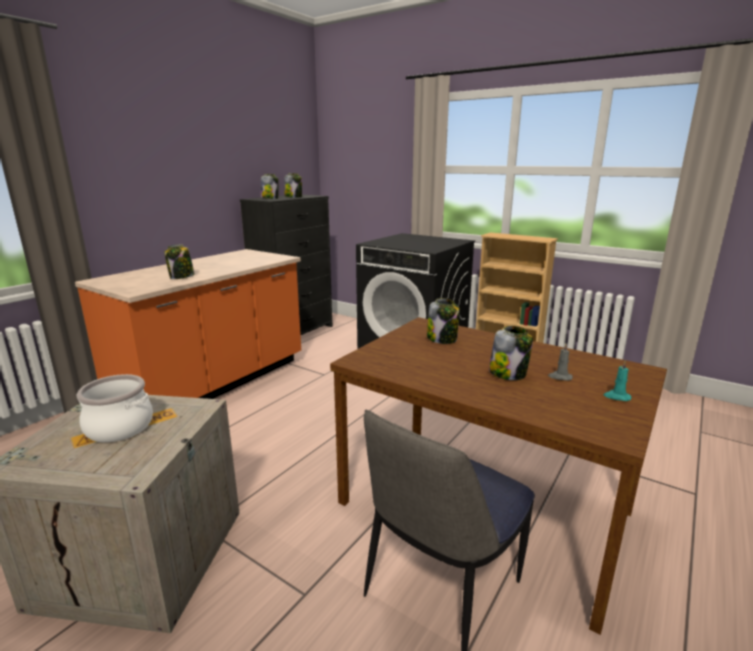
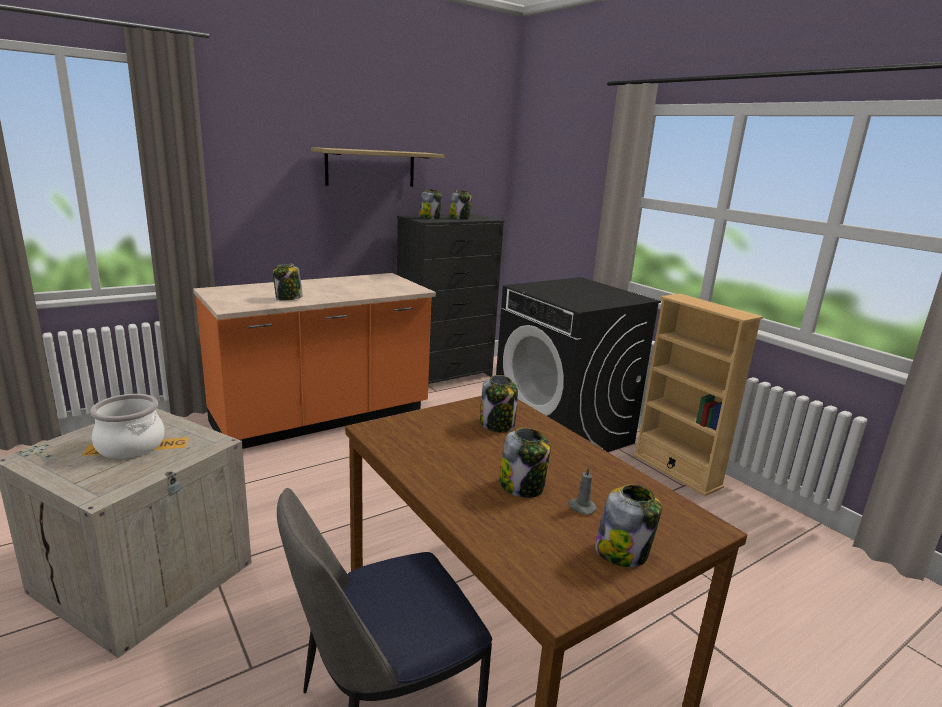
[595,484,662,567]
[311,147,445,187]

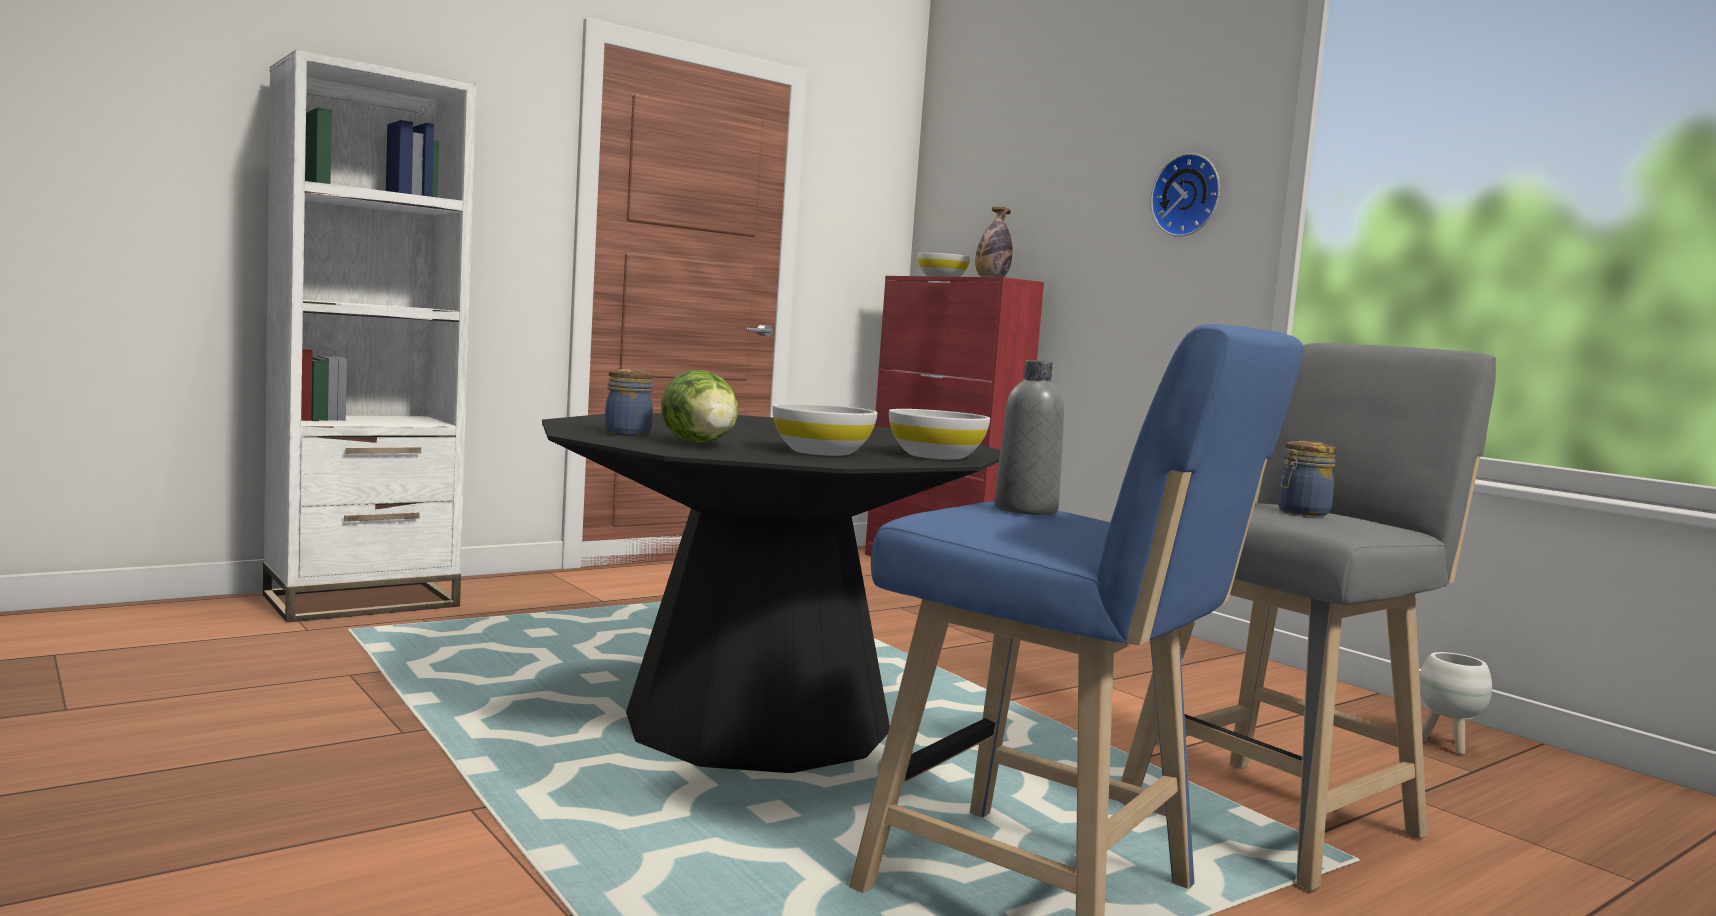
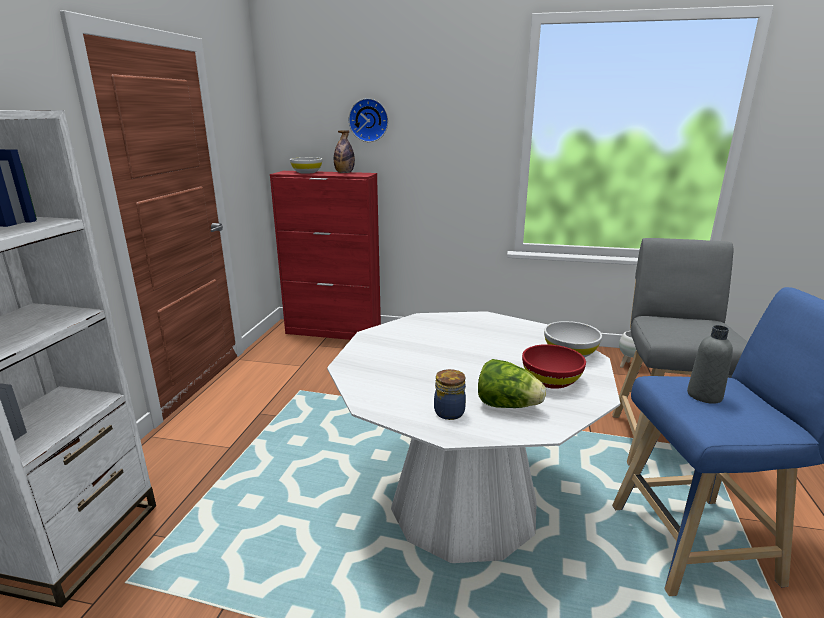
[349,98,388,142]
[522,344,586,389]
[327,311,620,563]
[1277,441,1336,516] (first image)

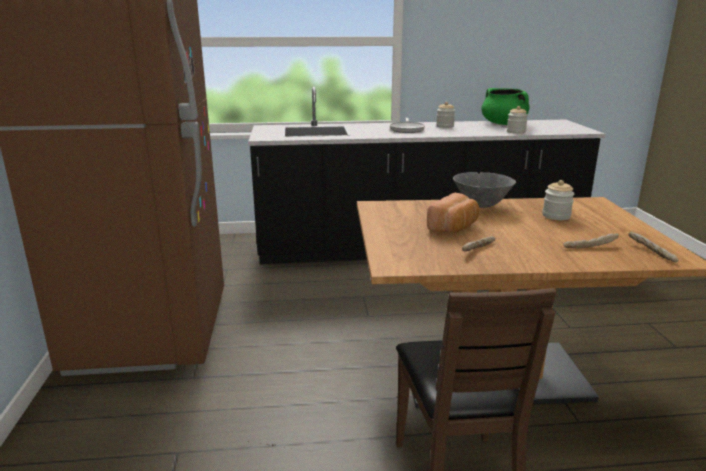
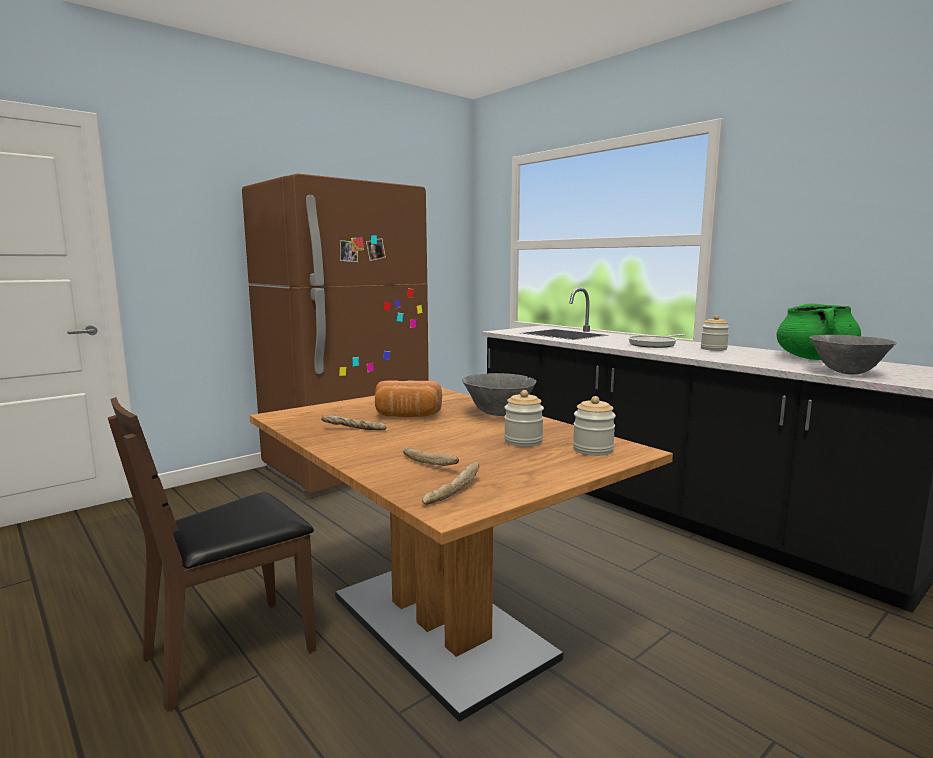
[573,396,616,456]
[809,335,897,375]

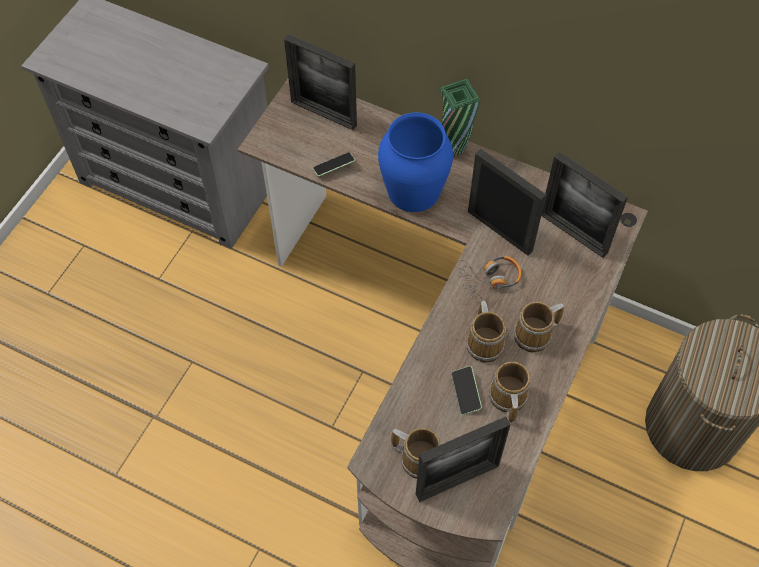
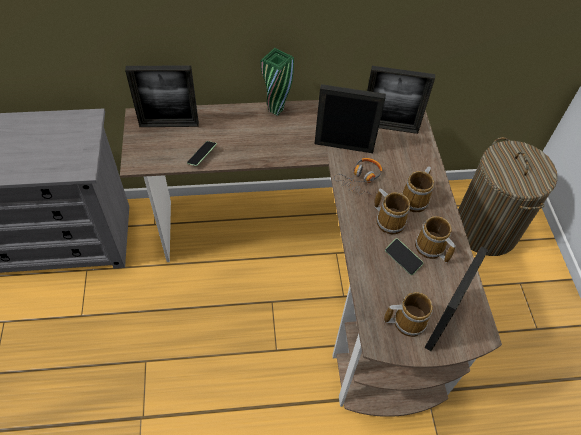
[378,112,453,212] (first image)

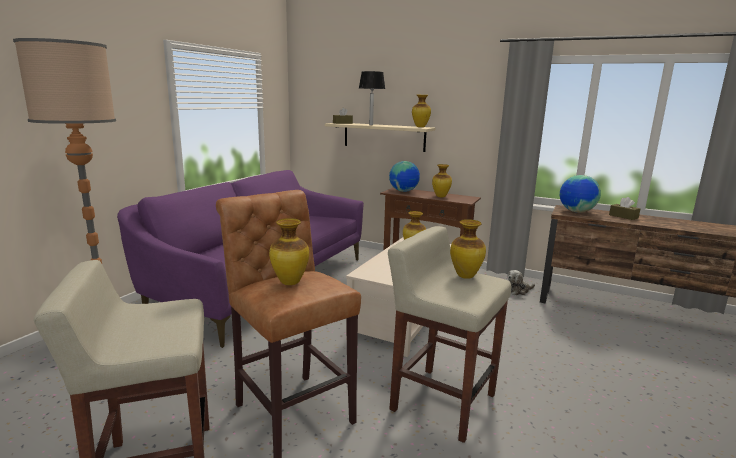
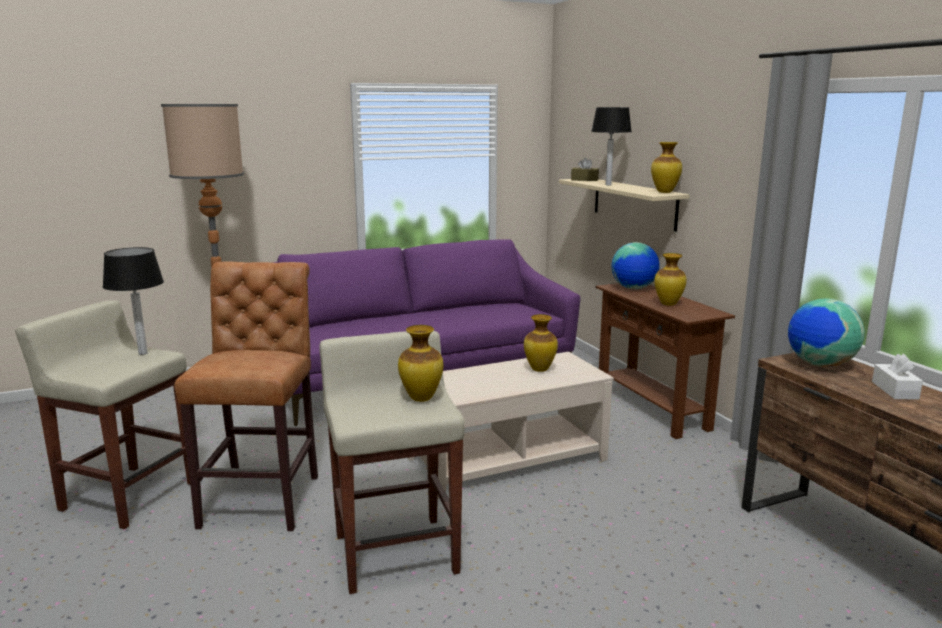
[872,354,923,400]
[269,218,309,285] (first image)
[507,270,535,295] (first image)
[103,247,164,355]

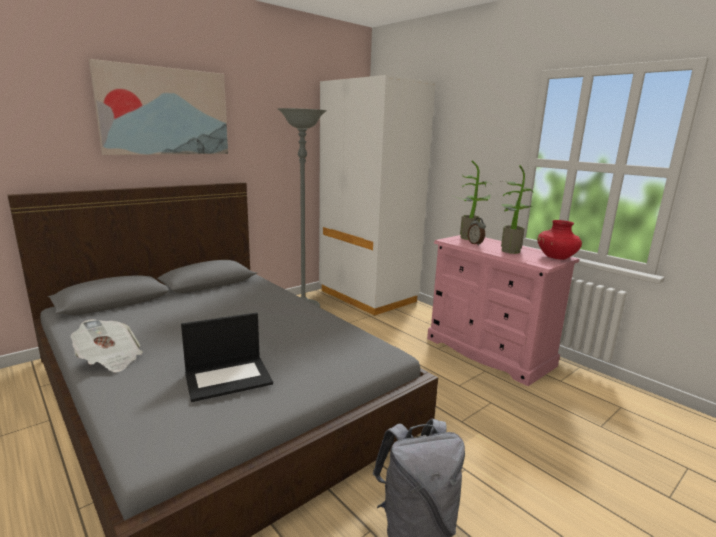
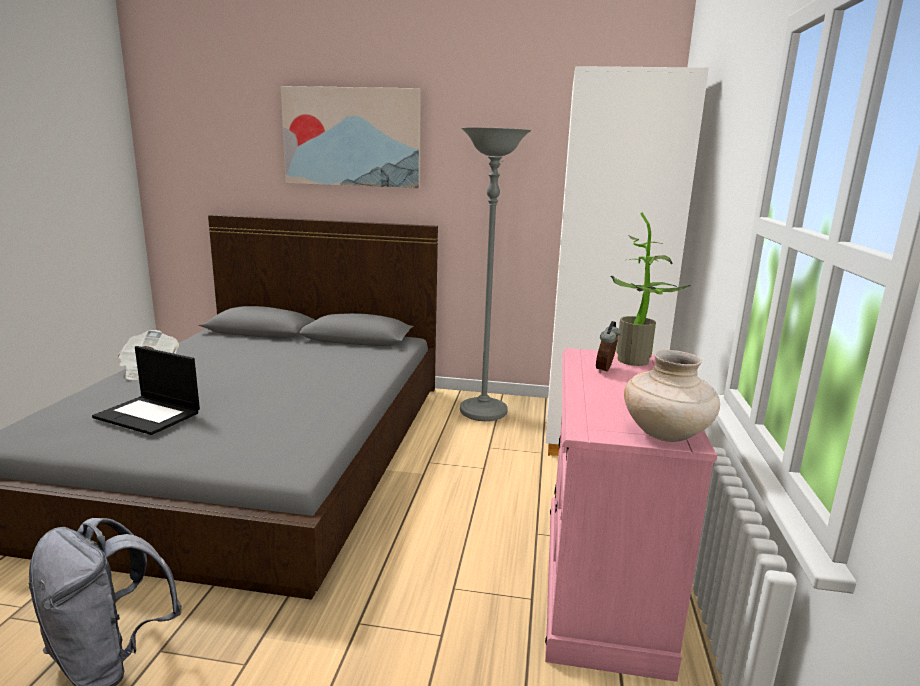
[501,165,534,254] (first image)
[624,350,720,442]

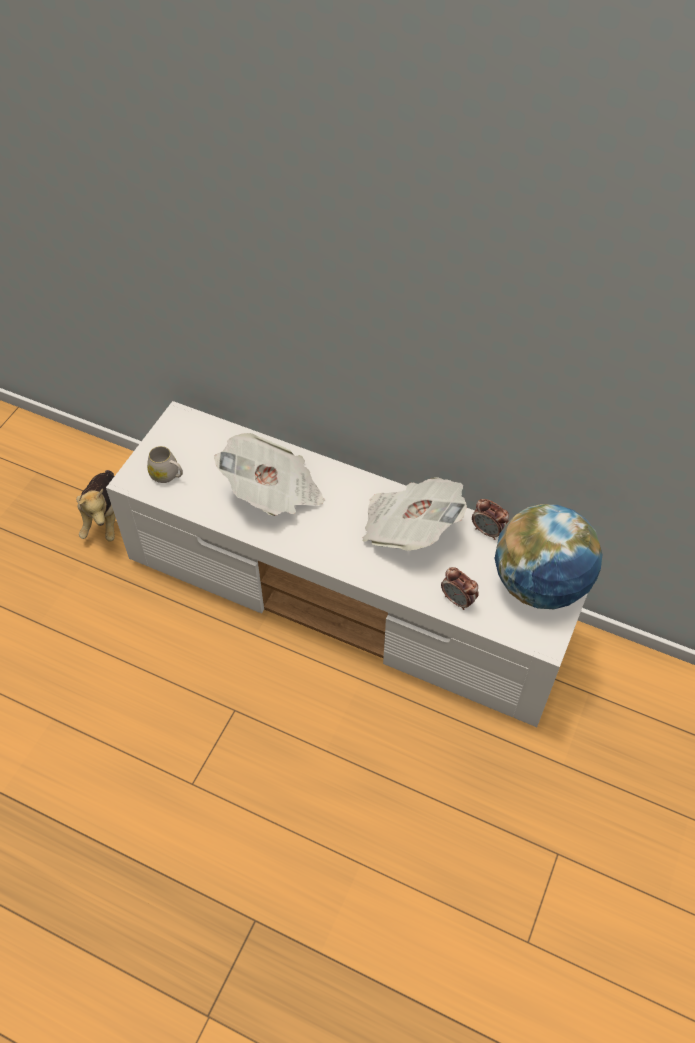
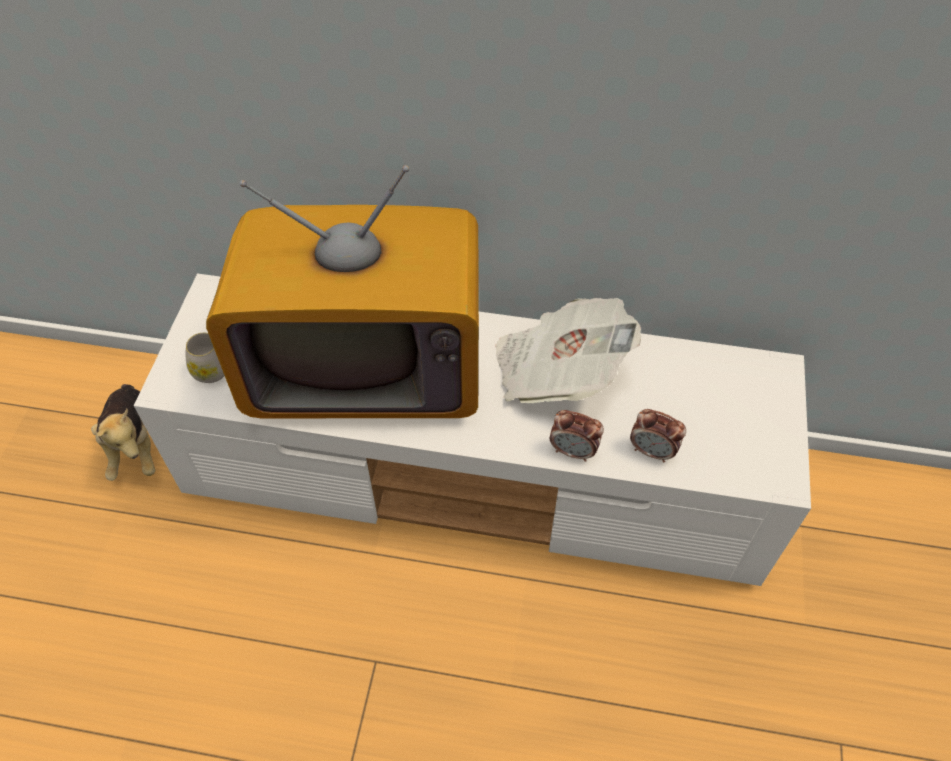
[206,165,479,418]
[550,410,604,462]
[494,504,603,609] (first image)

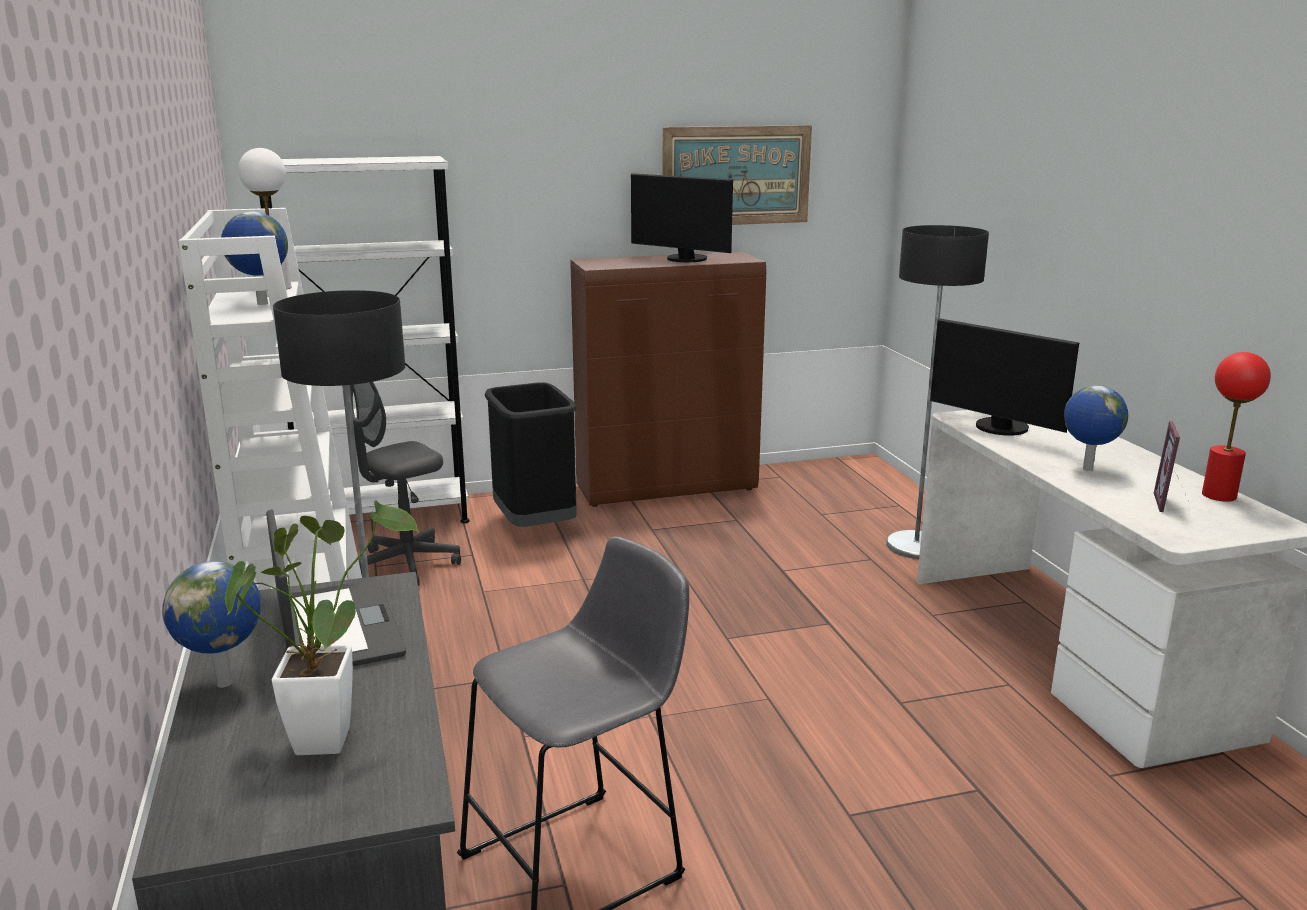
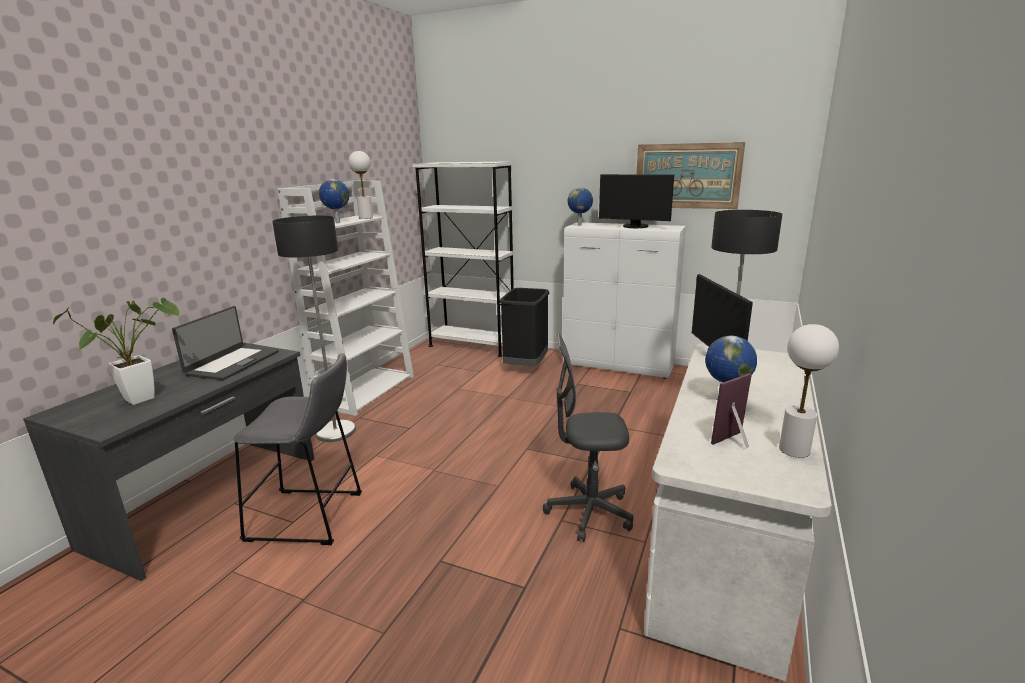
[599,174,674,228]
[563,222,686,379]
[779,324,839,458]
[543,333,633,542]
[568,187,593,226]

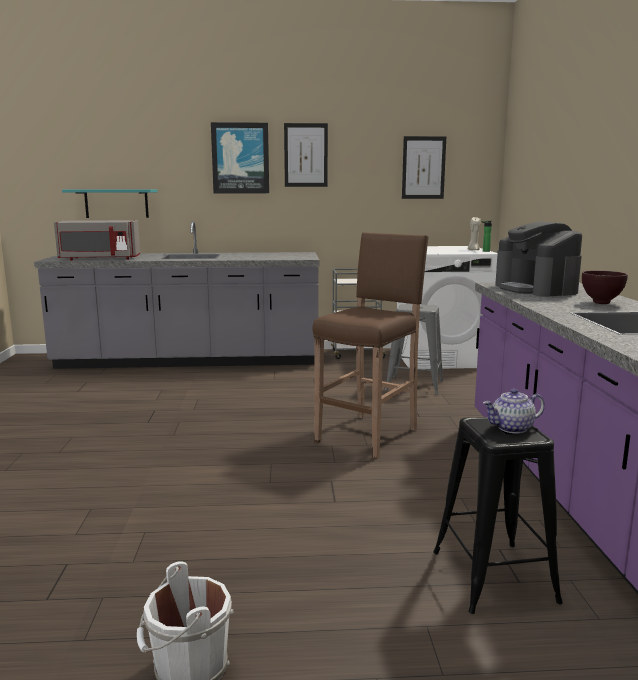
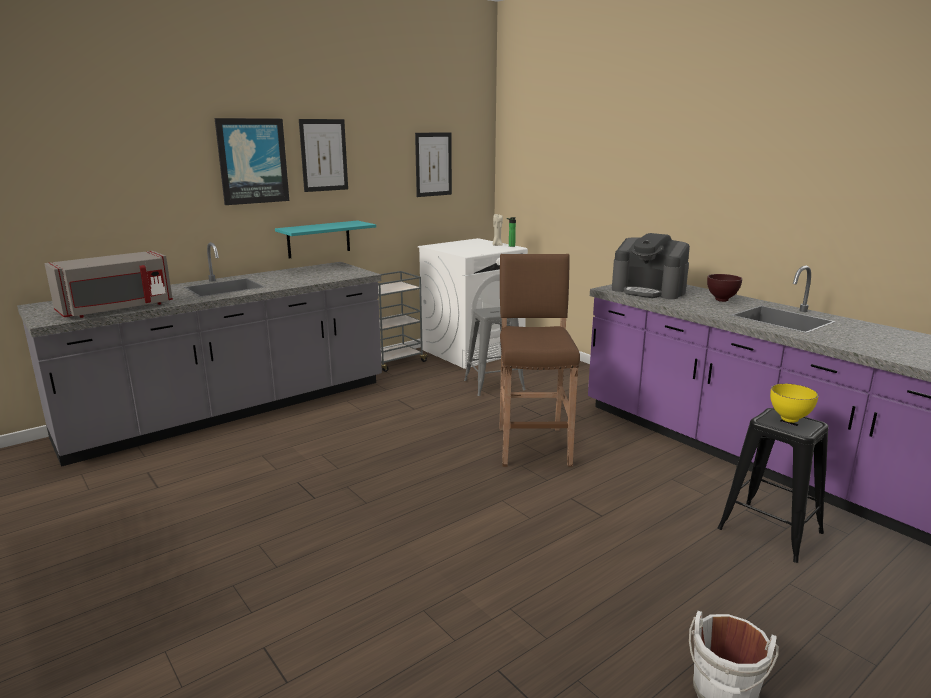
[275,220,376,259]
[770,383,819,423]

